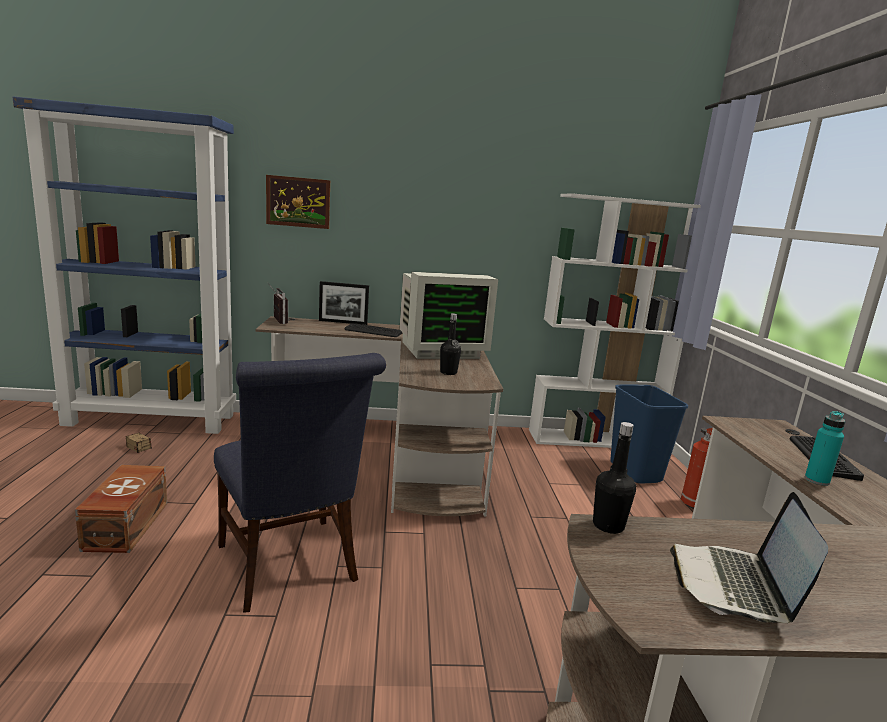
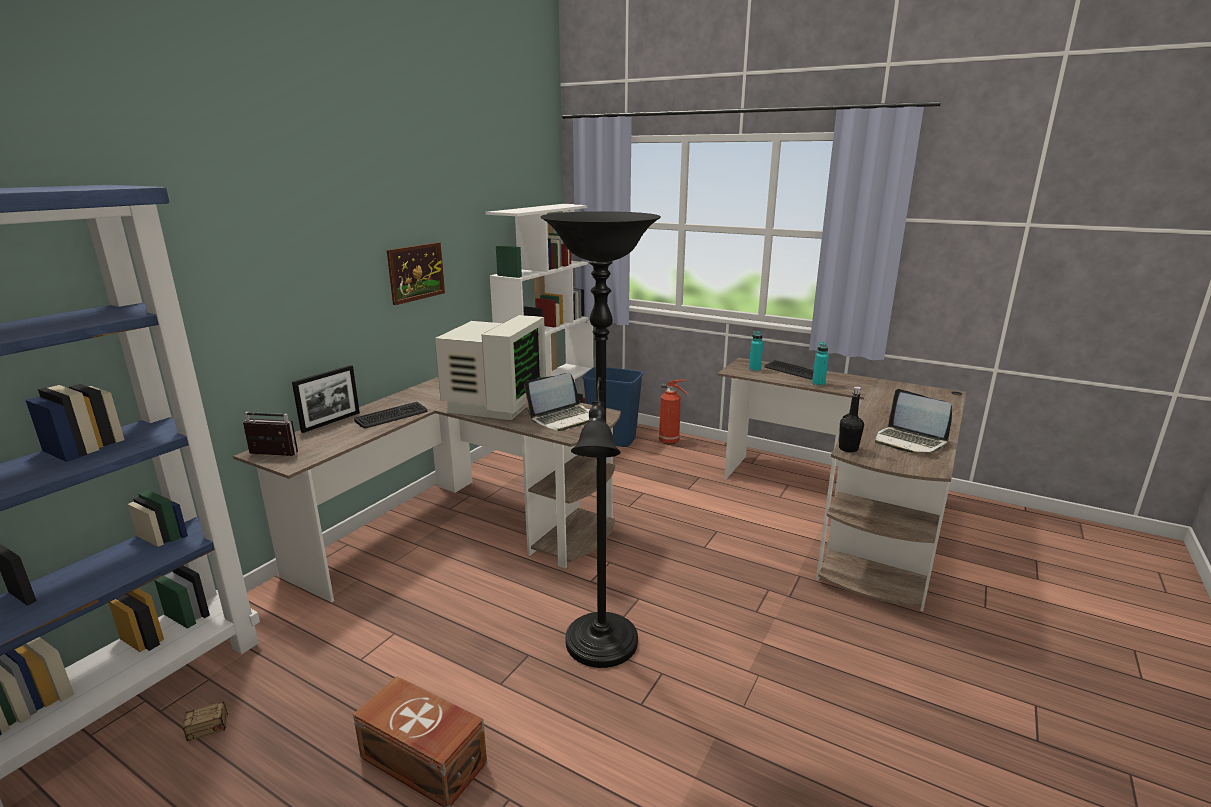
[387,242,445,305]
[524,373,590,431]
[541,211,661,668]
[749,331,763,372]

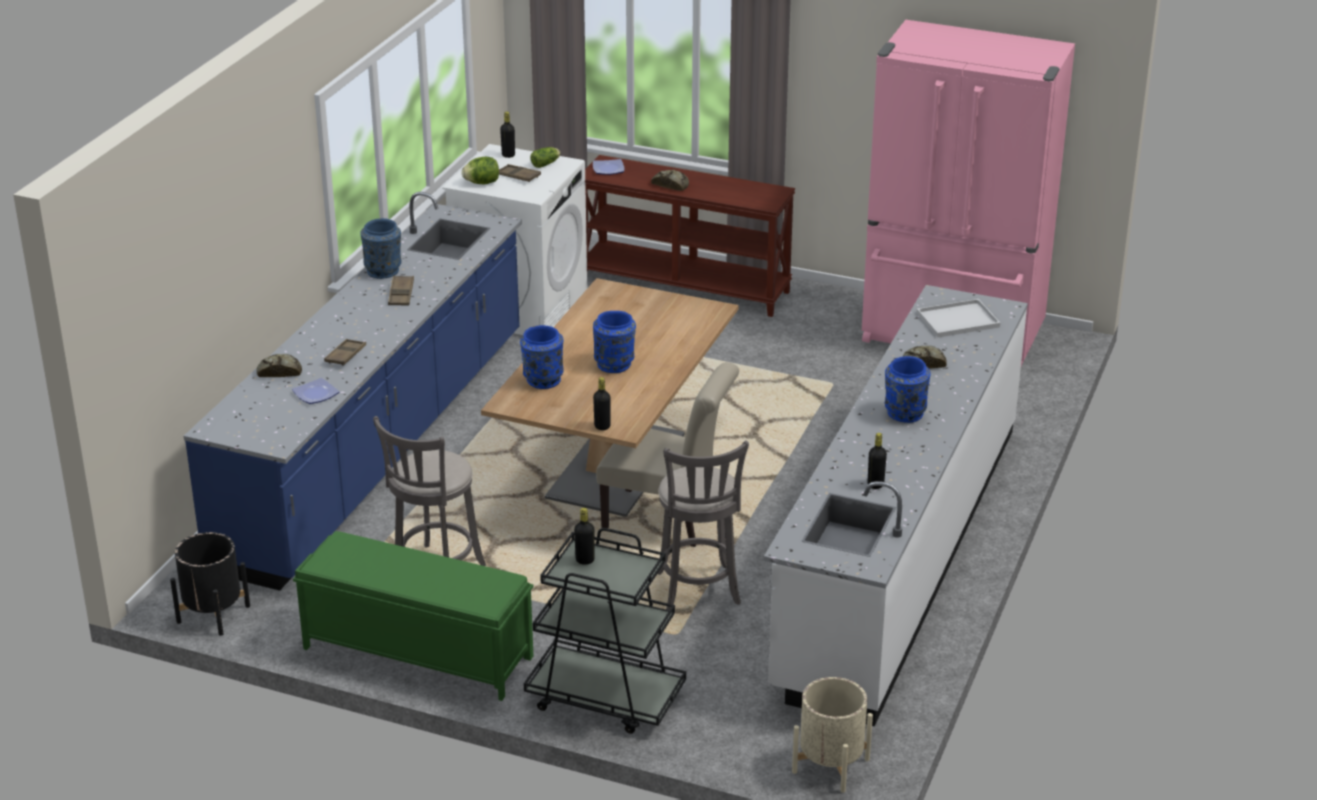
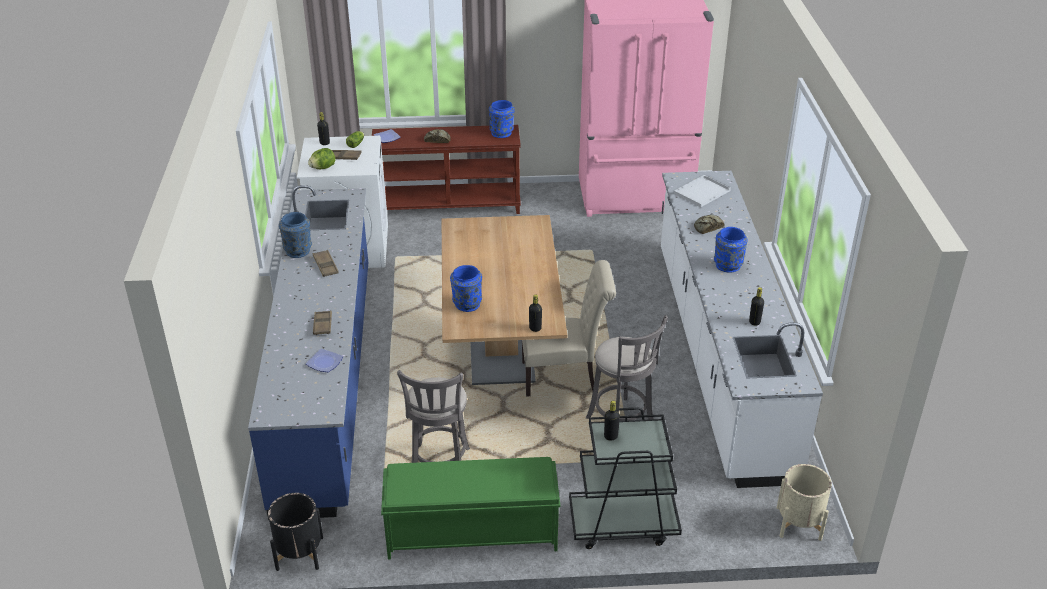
[489,100,515,138]
[256,354,302,377] (first image)

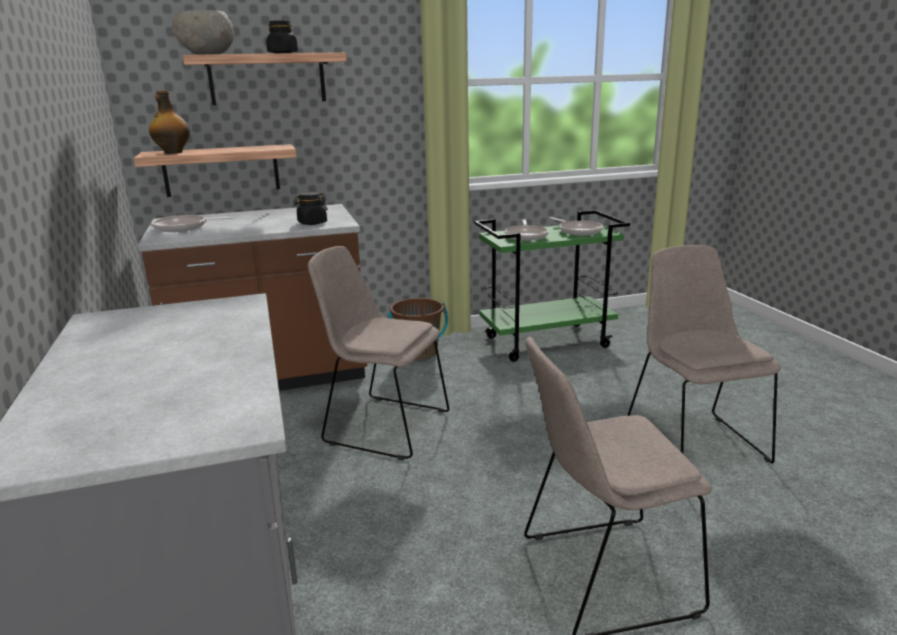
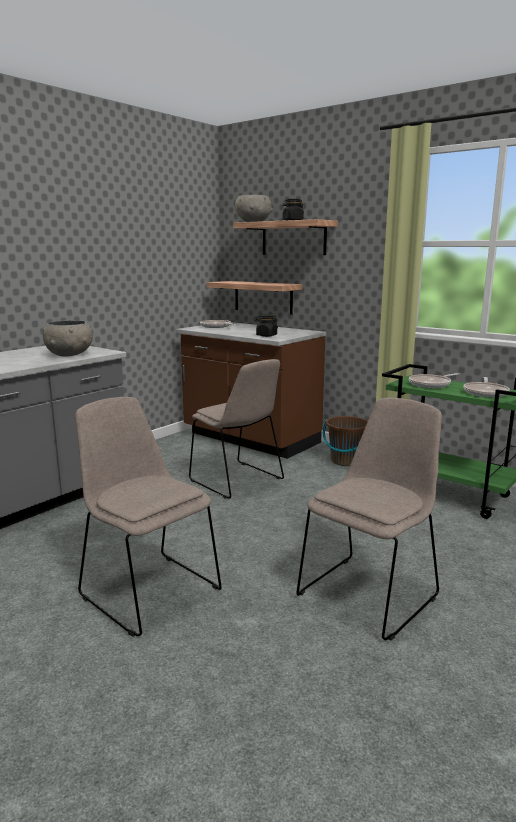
[149,90,190,154] (first image)
[189,359,284,499]
[43,320,93,356]

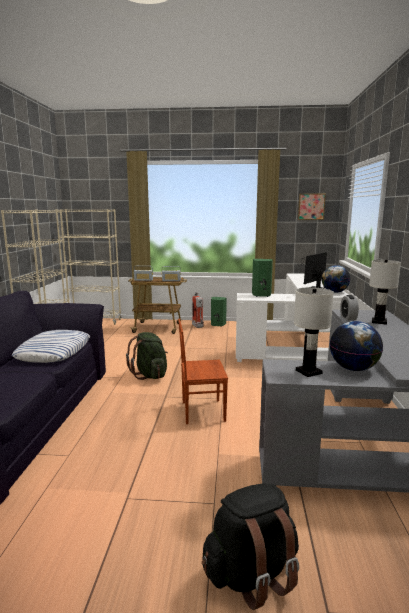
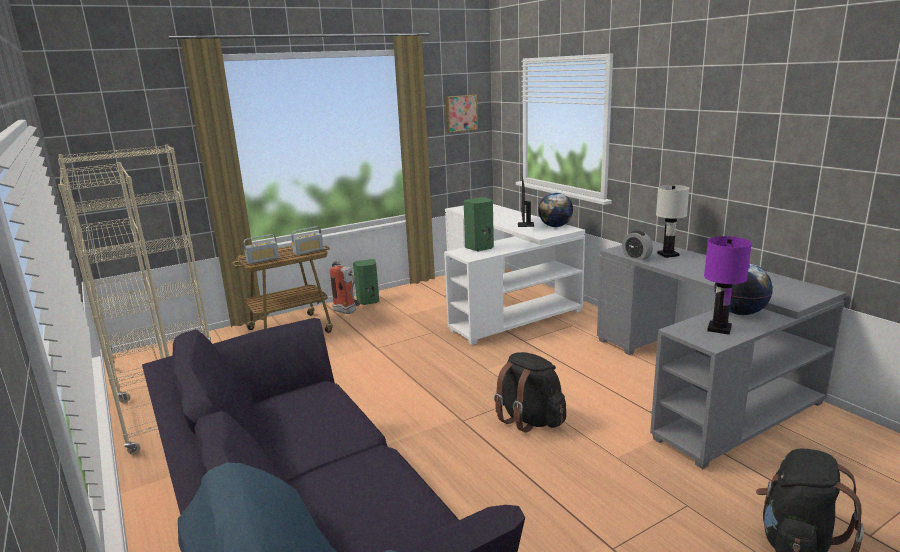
[704,236,752,335]
[494,352,566,433]
[12,330,90,363] (first image)
[126,332,168,380] (first image)

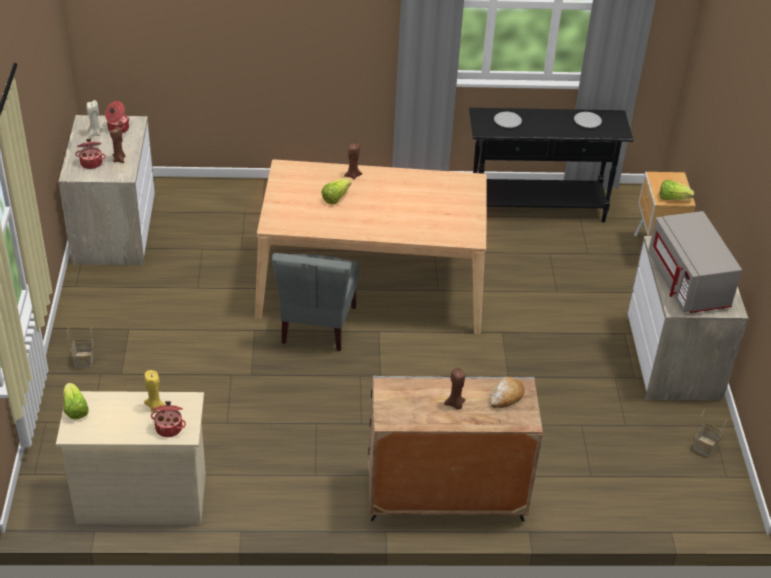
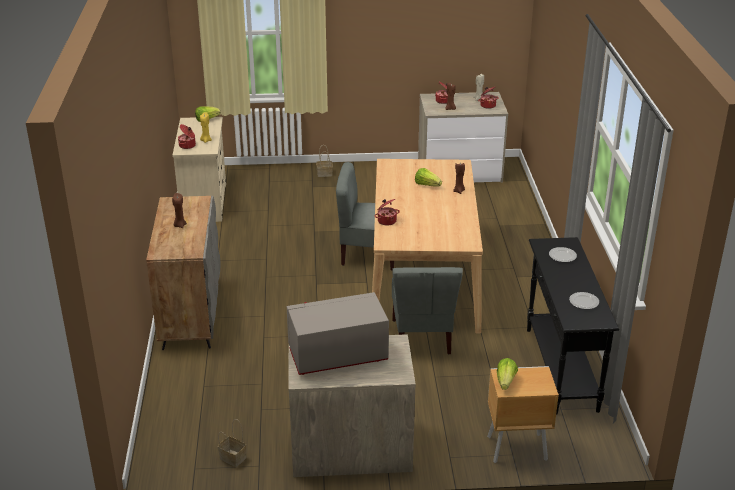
[490,377,525,408] (first image)
[374,199,400,226]
[392,267,463,354]

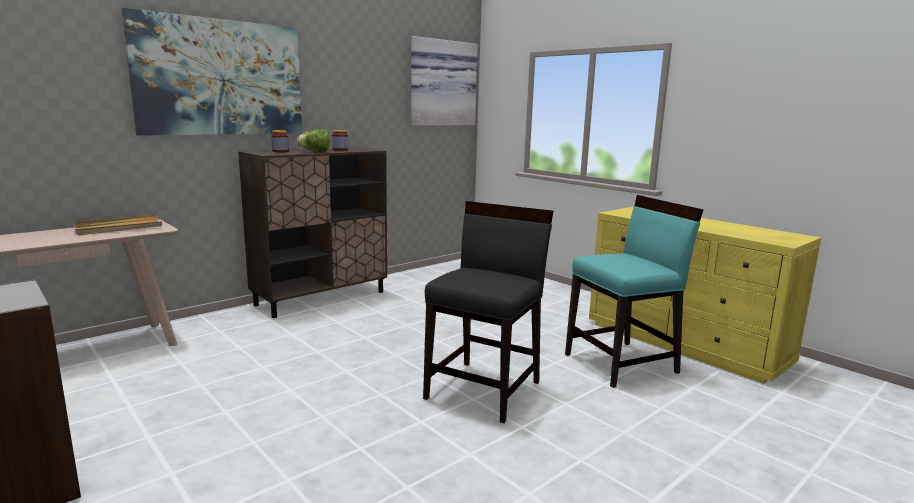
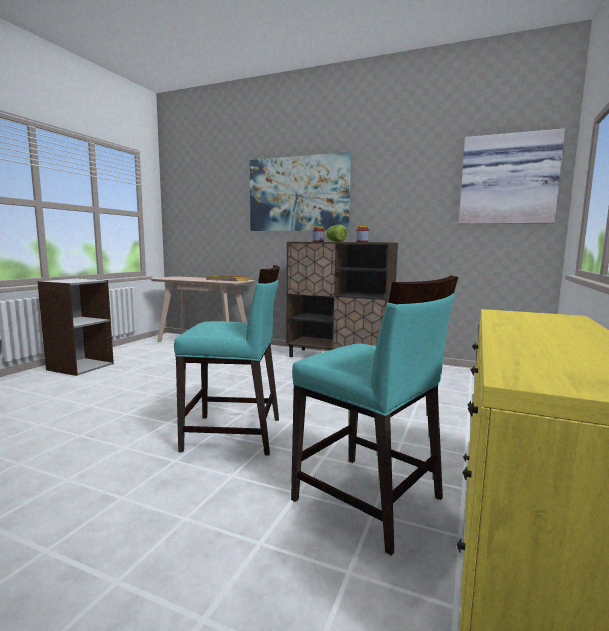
[174,265,280,455]

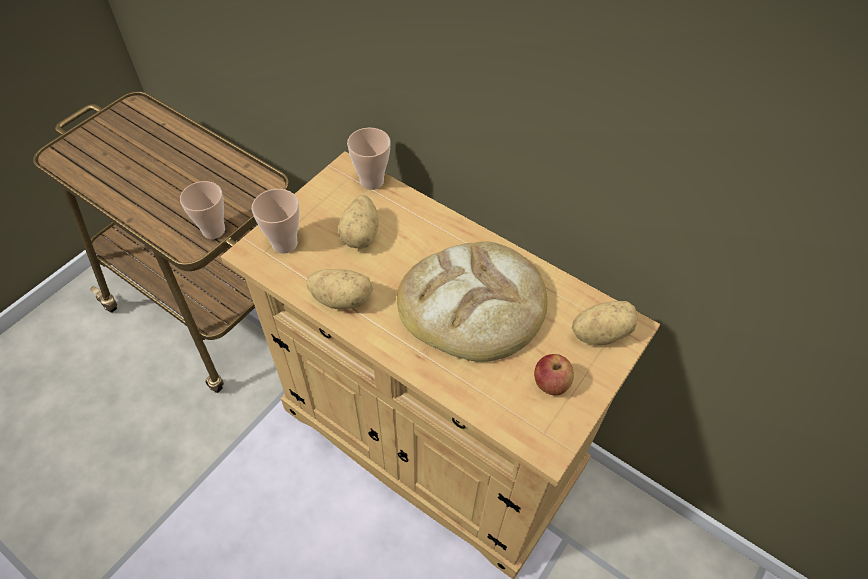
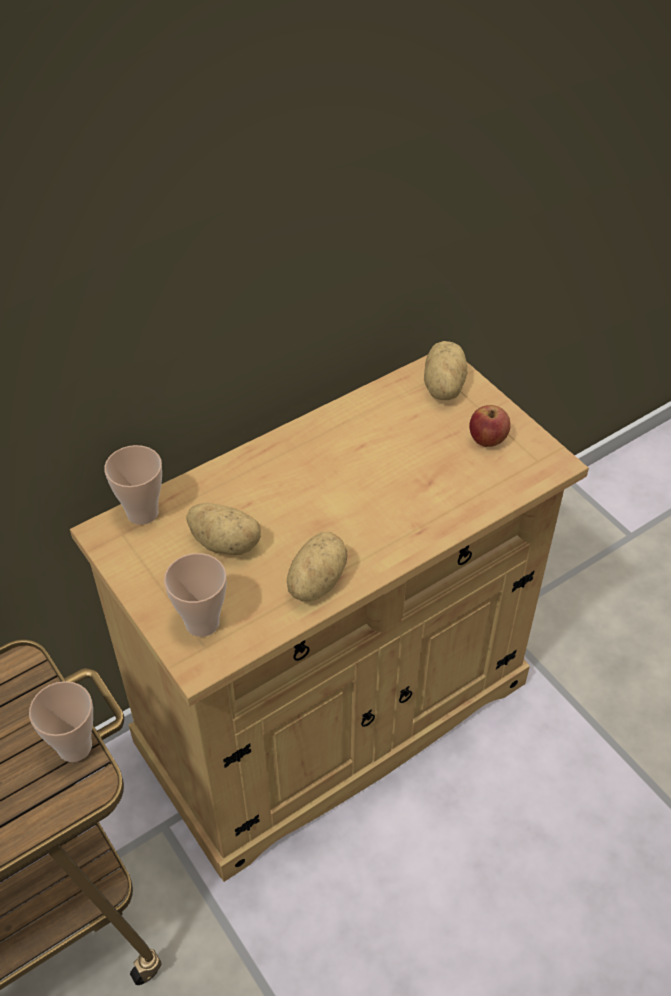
[397,241,548,362] (first image)

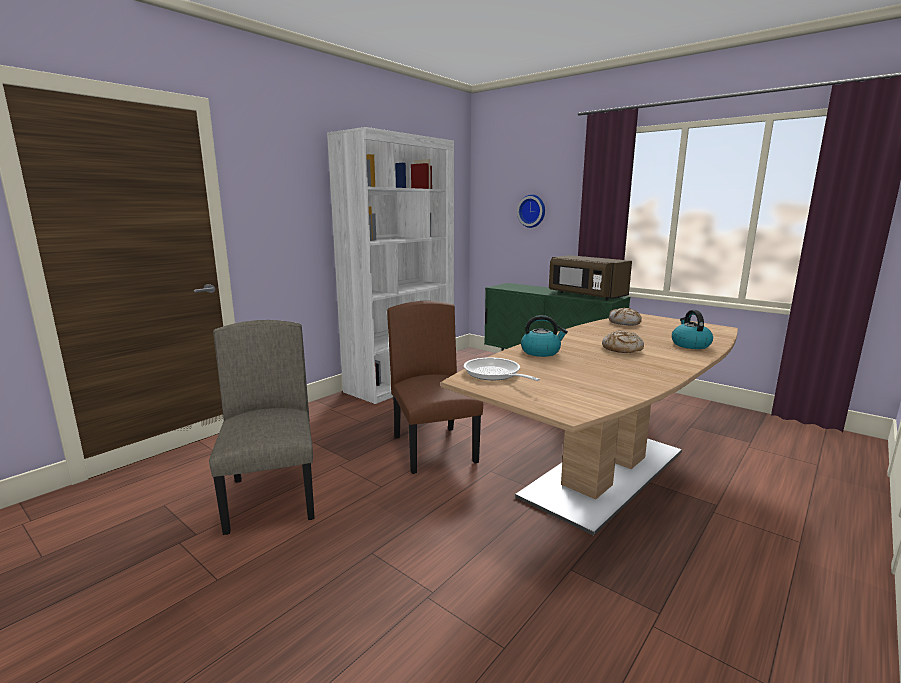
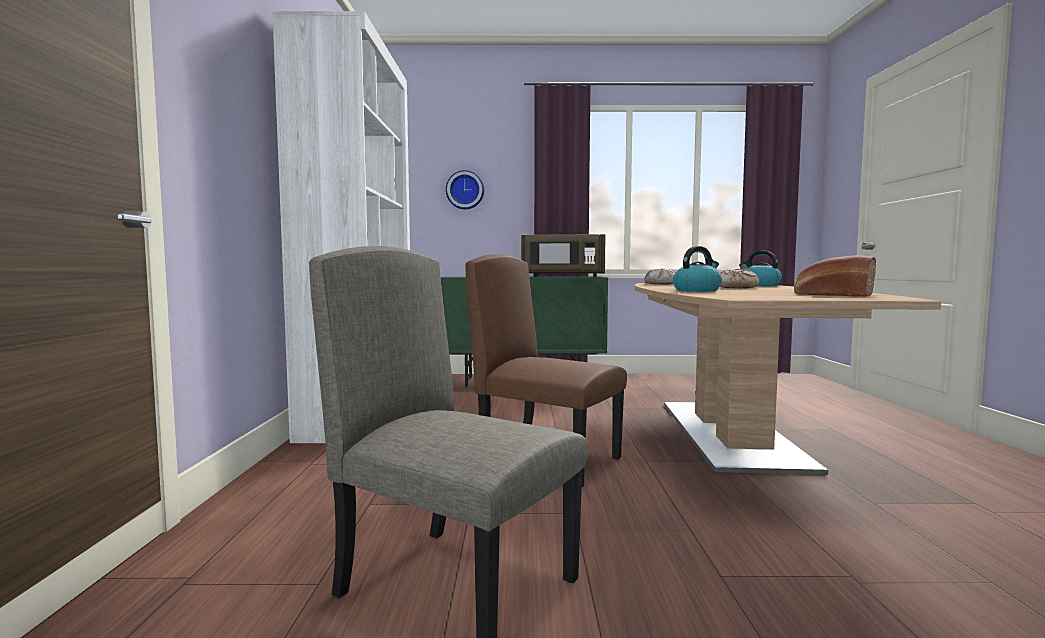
[464,357,540,381] (first image)
[794,256,876,297]

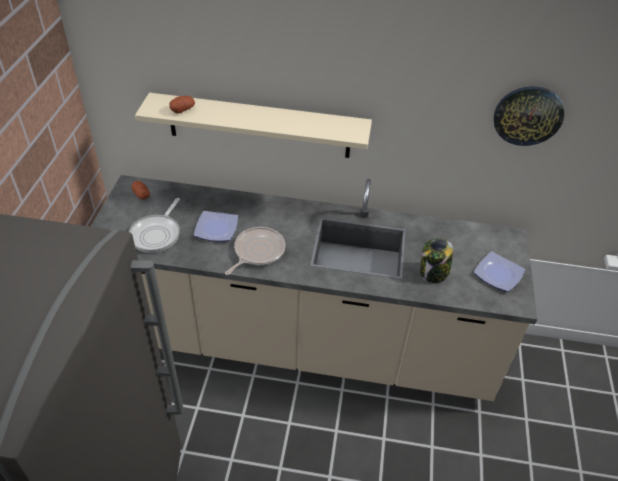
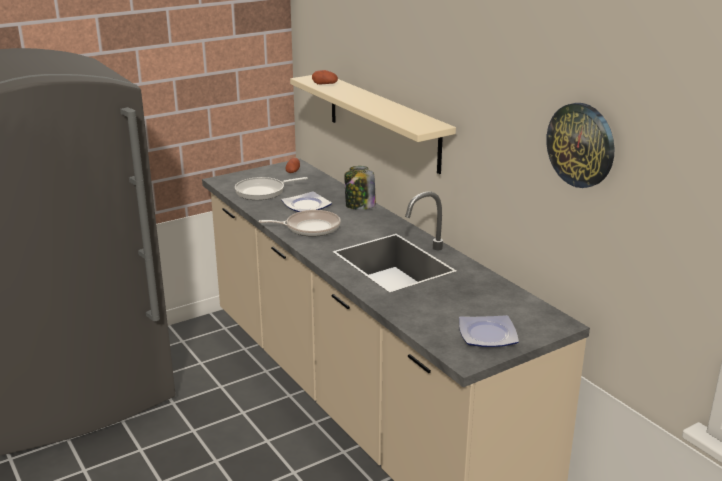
[345,166,376,210]

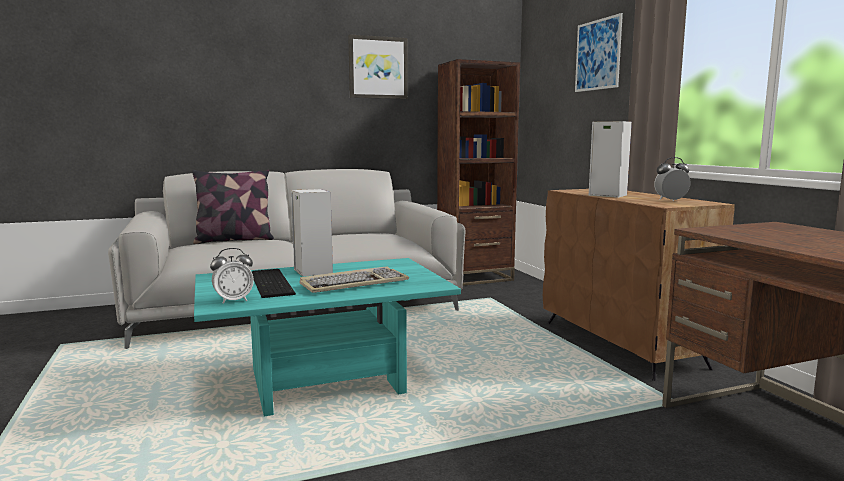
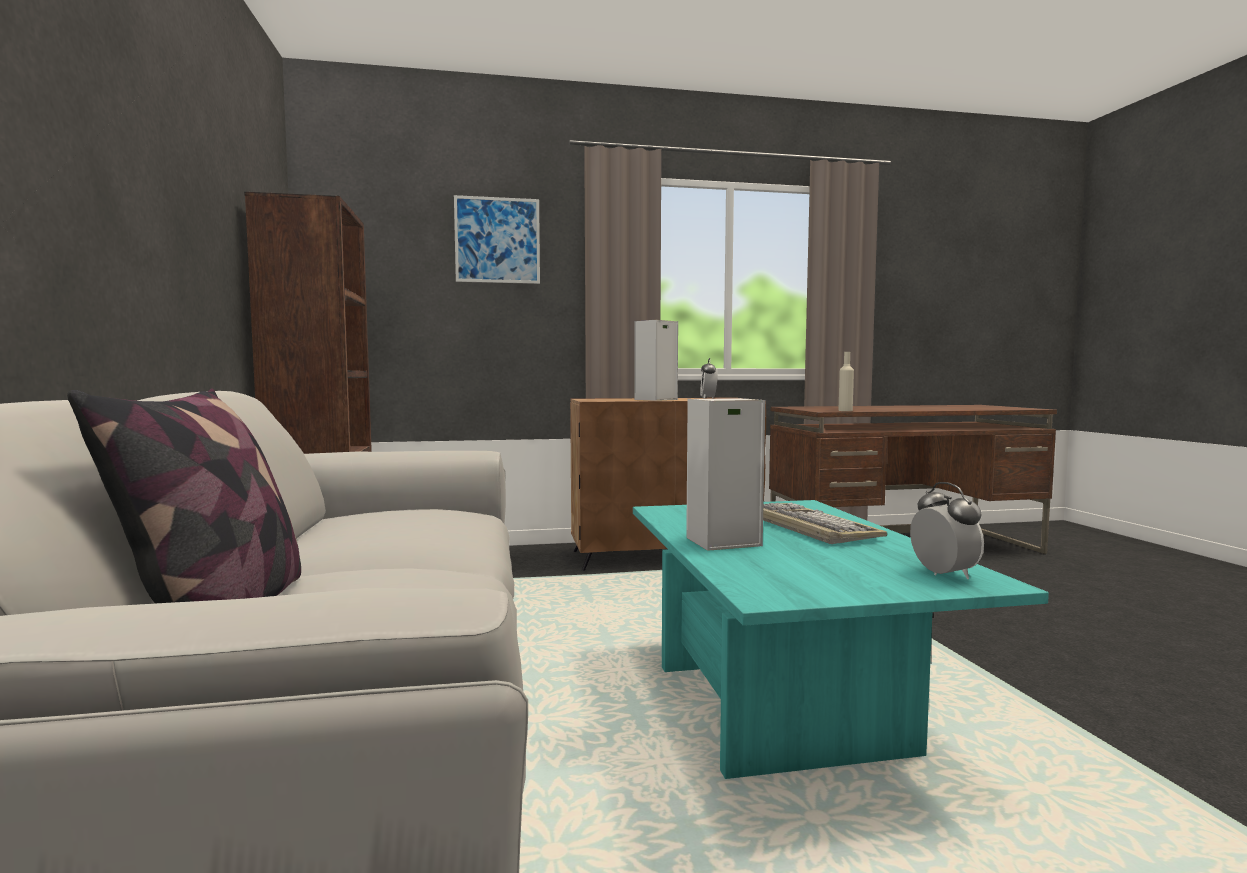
[348,34,408,99] (first image)
[252,269,296,298] (first image)
[838,352,854,411]

